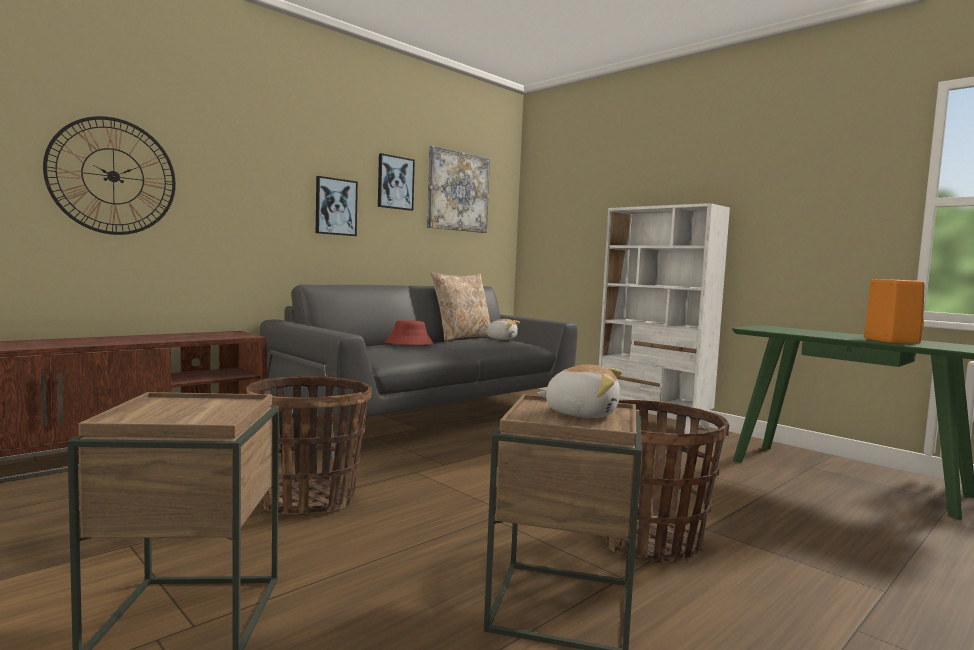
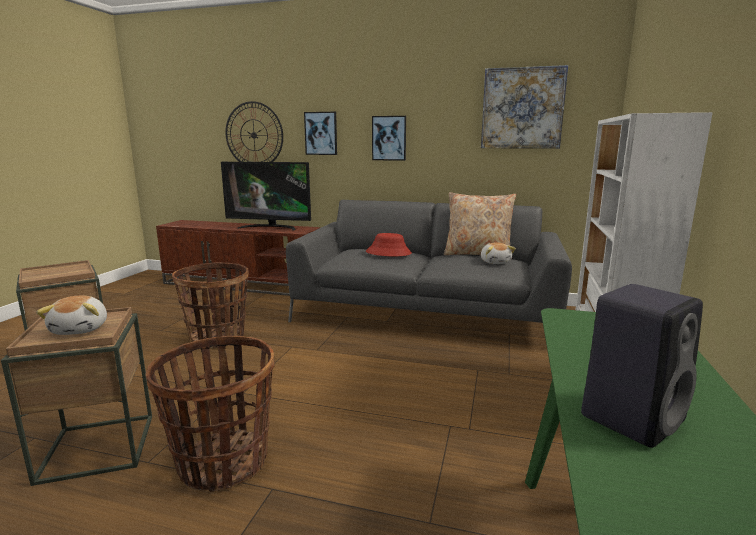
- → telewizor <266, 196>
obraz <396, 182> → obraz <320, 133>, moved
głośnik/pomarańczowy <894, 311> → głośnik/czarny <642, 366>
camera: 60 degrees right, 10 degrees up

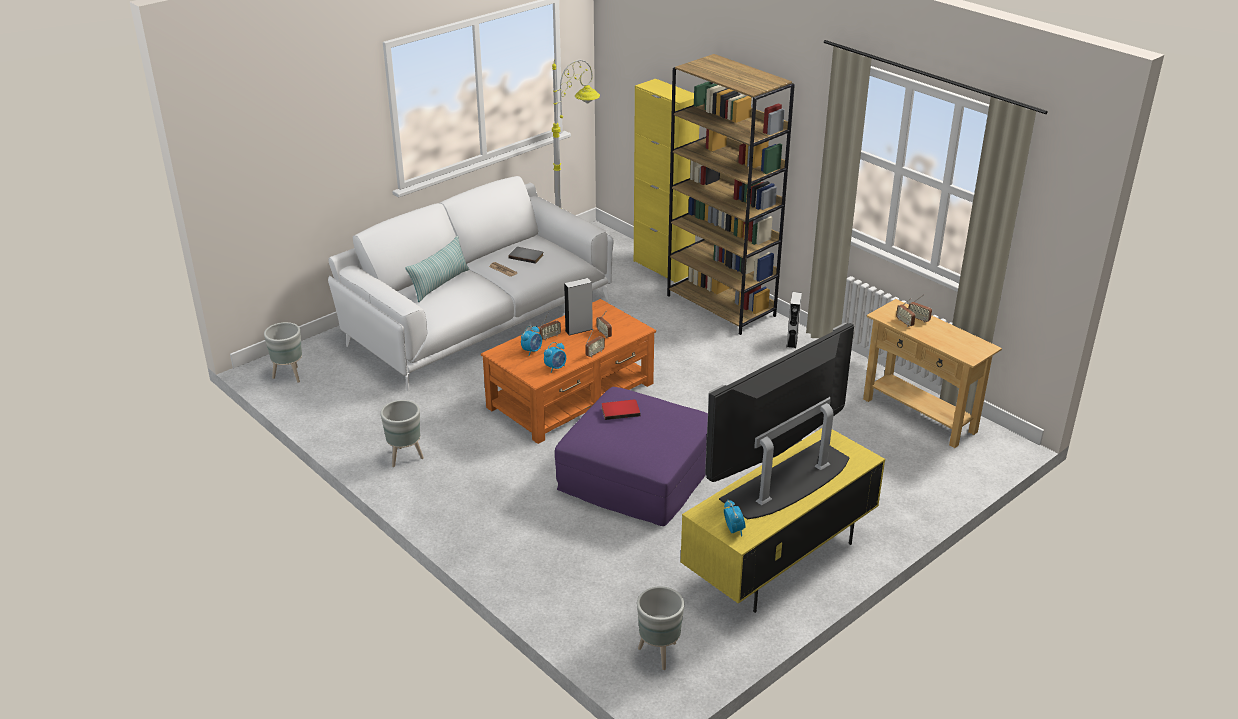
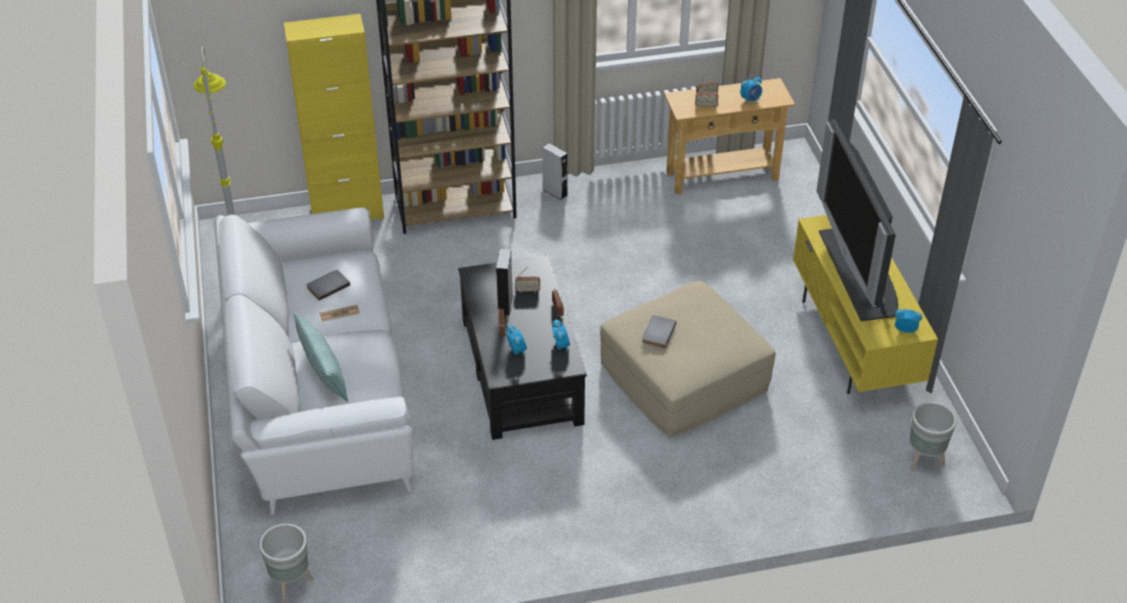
donica/szary <402, 433> → -
- → budzik <751, 90>
ława/pomarańczowy <568, 371> → ława/czarny <522, 347>
pufa/fioletowy <631, 456> → pufa/beżowy <688, 359>
książka/czerwony <620, 410> → książka/szary <659, 331>
camera: 60 degrees left, 10 degrees up

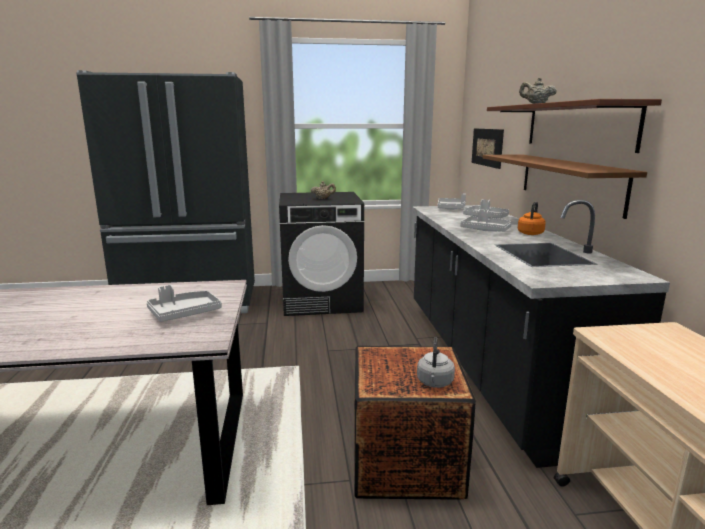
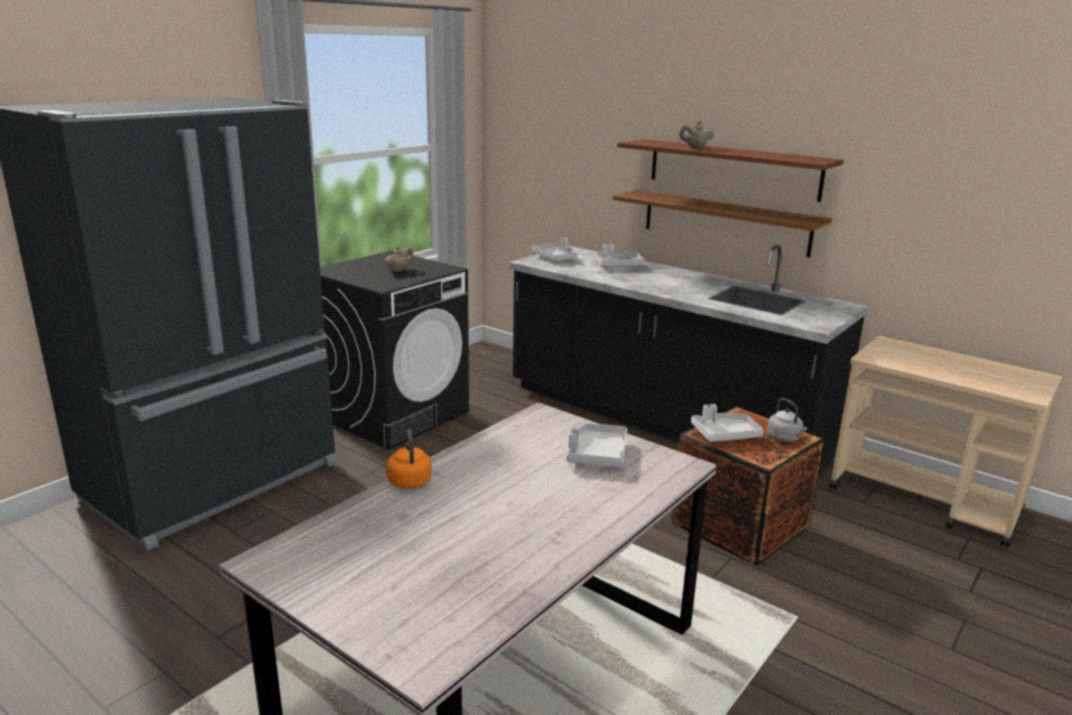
obraz <488, 149> → -
taca/szary <485, 220> → taca/szary <727, 423>, moved
czajnik/pomarańczowy <532, 218> → czajnik/pomarańczowy <409, 459>, moved
camera: 45 degrees left, 5 degrees up

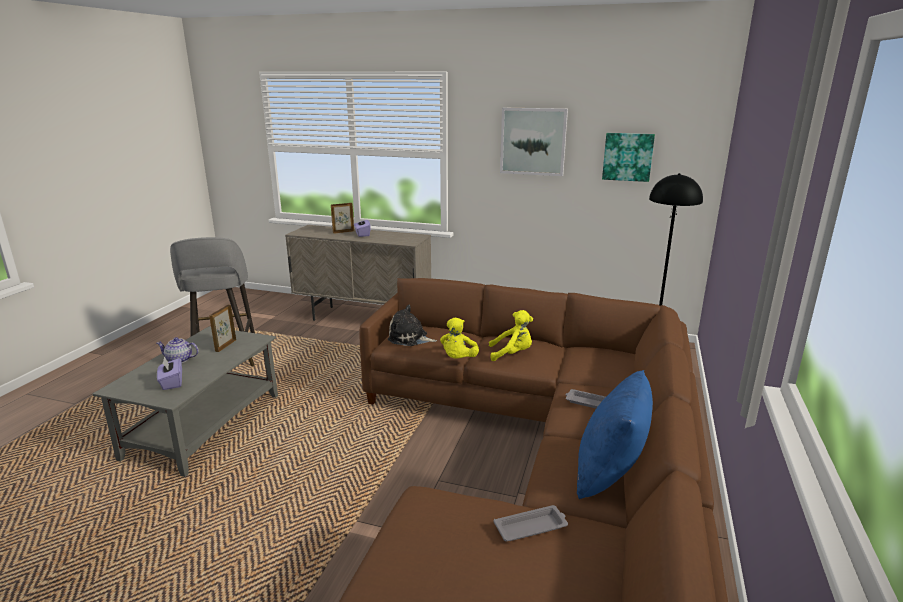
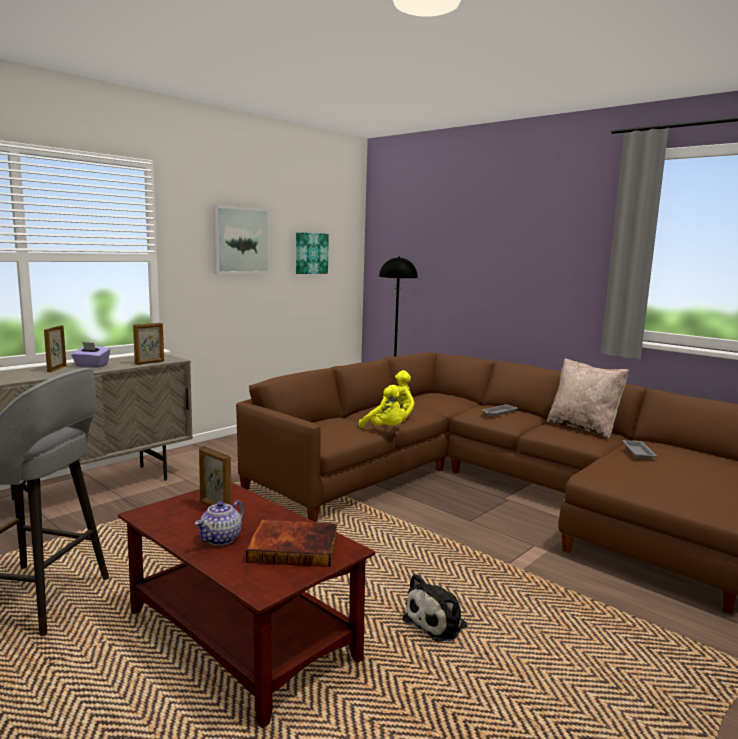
- → ramka na zdjęcie <148, 344>
pluszak <412, 325> → pluszak <435, 608>, moved
pudełko chusteczek/fioletowy <169, 373> → książka <291, 543>
ława/szary <185, 402> → ława/brązowy <246, 605>
poduszka/niebieski <615, 434> → poduszka/beżowy <588, 398>
camera: 65 degrees left, 10 degrees down

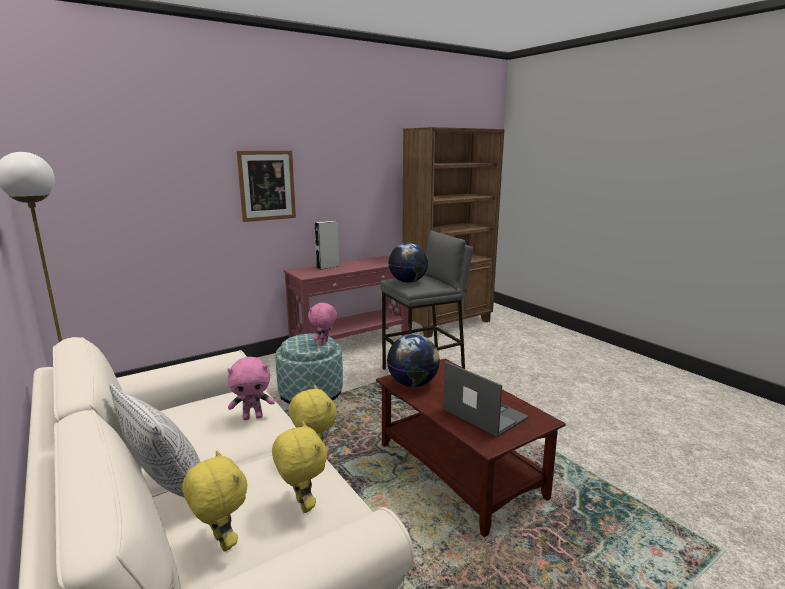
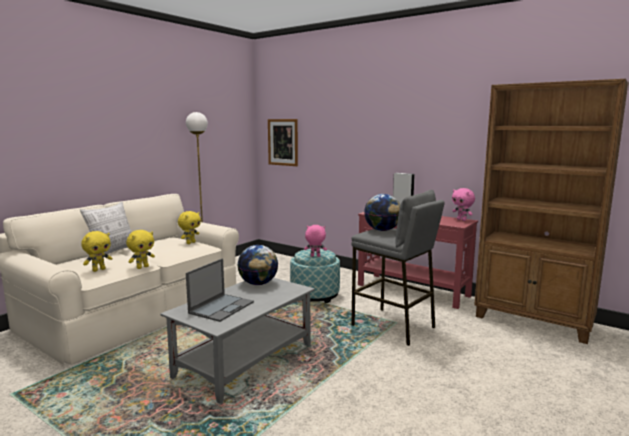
pluszak/żółty <214, 501> → pluszak/żółty <189, 227>, moved
pluszak/różowy <251, 388> → pluszak/różowy <463, 204>, moved
obraz <266, 186> → obraz <283, 142>, moved
ława/brązowy <471, 448> → ława/szary <237, 341>
camera: 70 degrees right, 5 degrees down

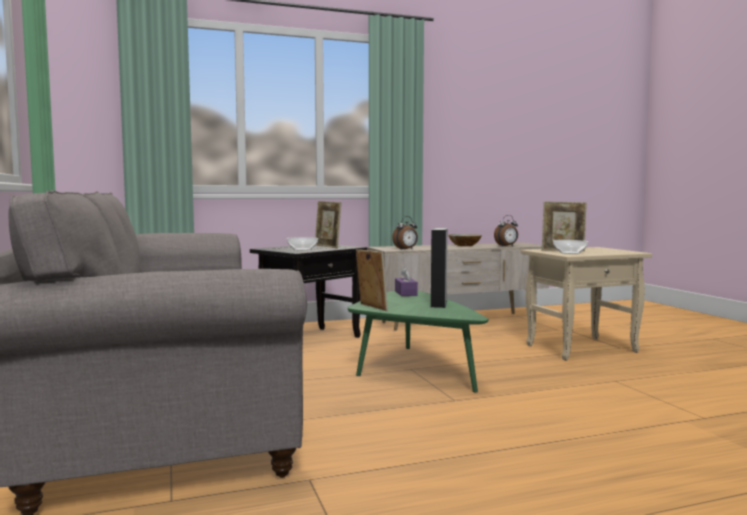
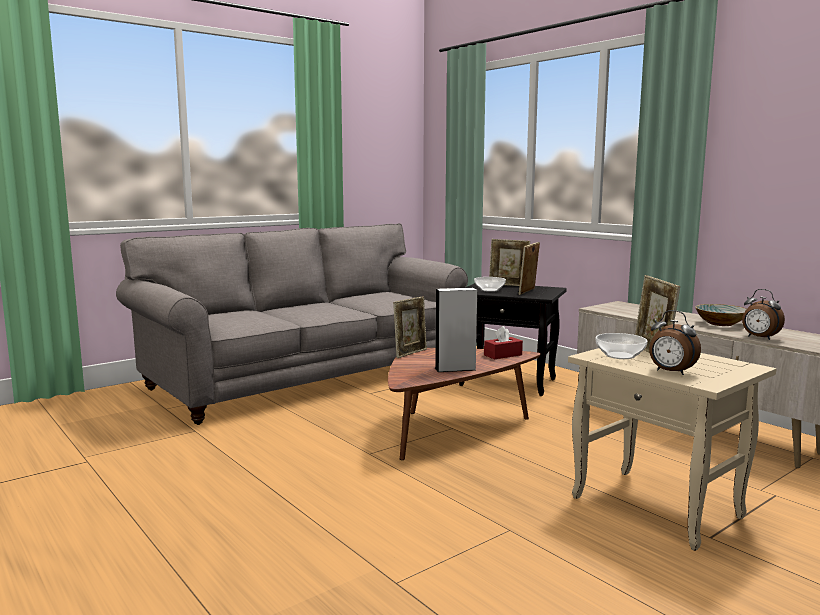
- → ramka na zdjęcie <509, 262>
budzik <405, 233> → budzik <675, 342>, moved
ława/zielony <418, 341> → ława/brązowy <464, 404>
pudełko chusteczek/fioletowy <406, 281> → pudełko chusteczek/czerwony <503, 342>
camera: 70 degrees right, 5 degrees up

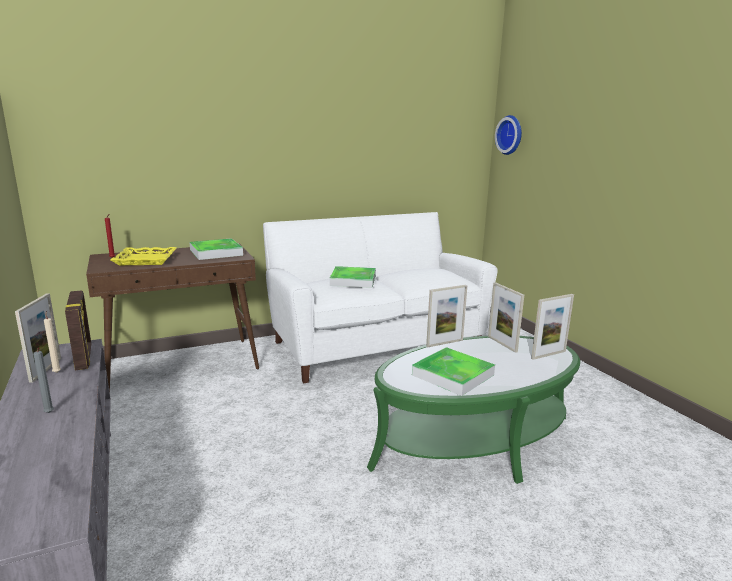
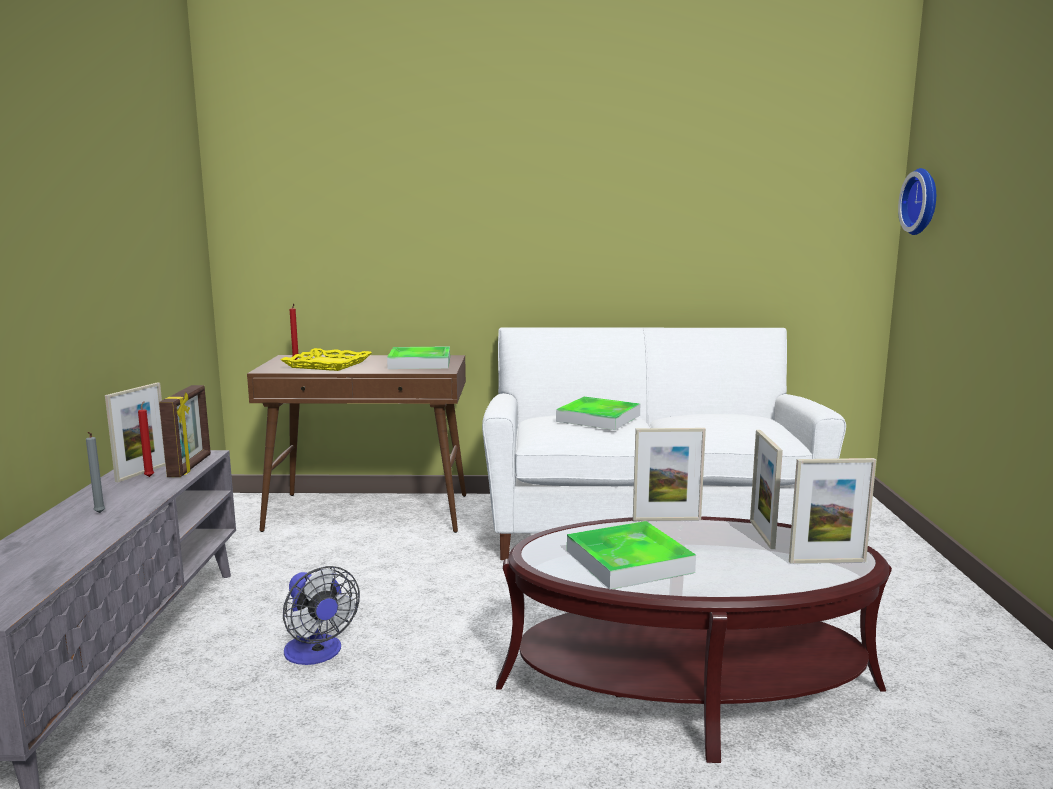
- → wentylator <321, 615>
świeca/beżowy <52, 342> → świeca/czerwony <146, 439>
ława/zielony <473, 410> → ława/brązowy <694, 639>
camera: 25 degrees right, 5 degrees down

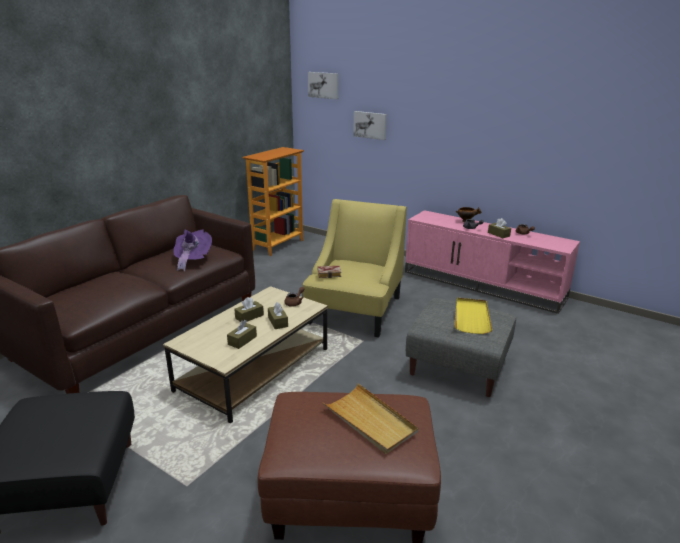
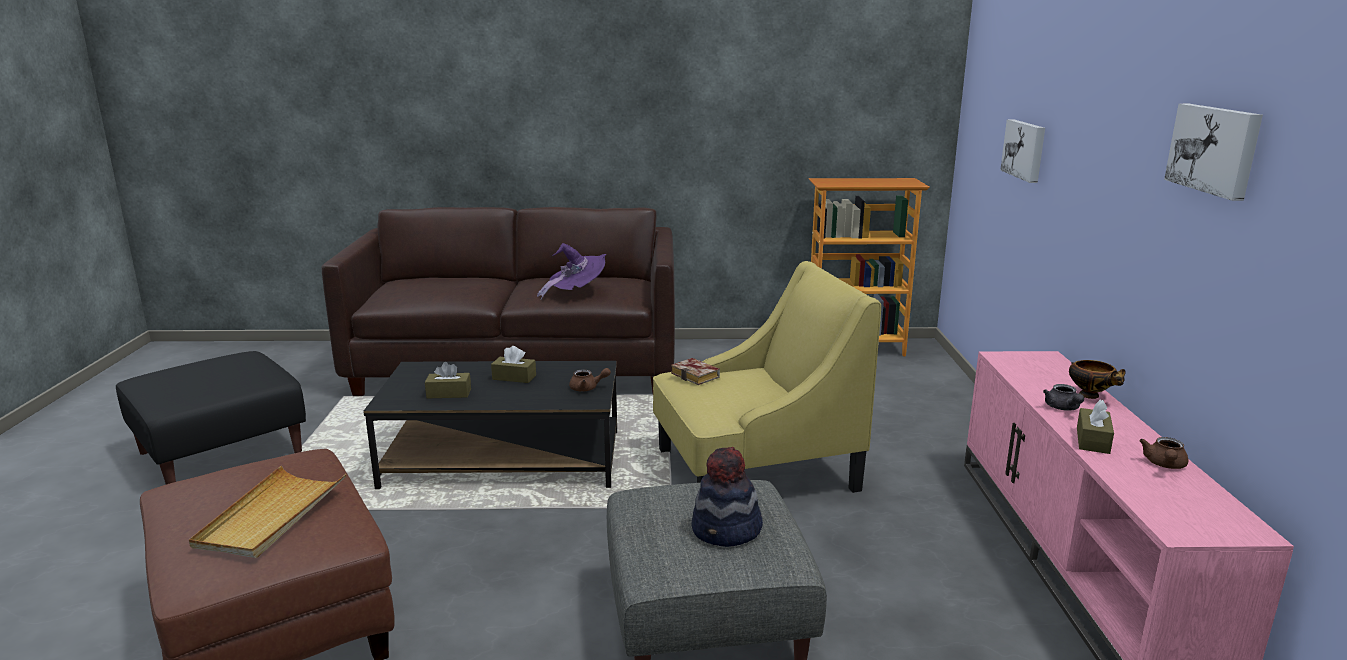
pudełko chusteczek/brązowy <278, 315> → -
obraz <323, 85> → obraz <1213, 152>, moved
taca/żółty <473, 316> → kapelusz <727, 497>
ława/beżowy <245, 355> → ława/czarny <490, 425>
camera: 55 degrees right, 5 degrees down

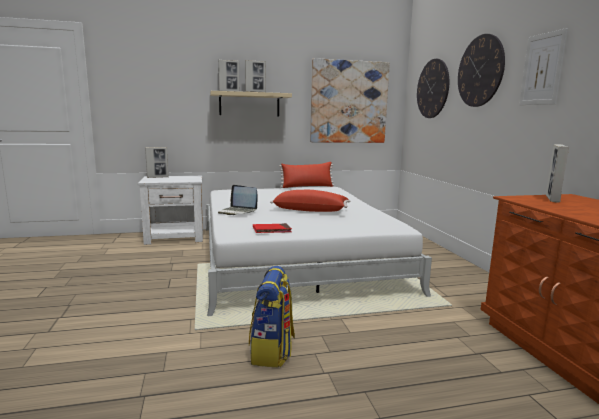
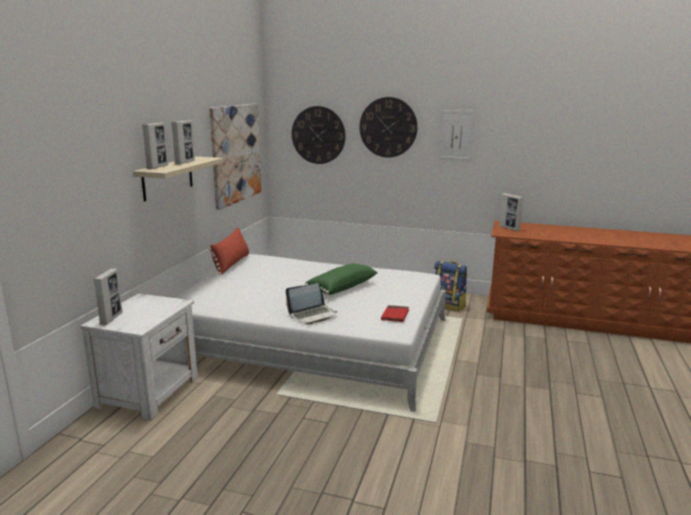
plecak <272, 316> → plecak <451, 286>, moved
poduszka/czerwony <310, 201> → poduszka/zielony <341, 279>
camera: 60 degrees left, 5 degrees up

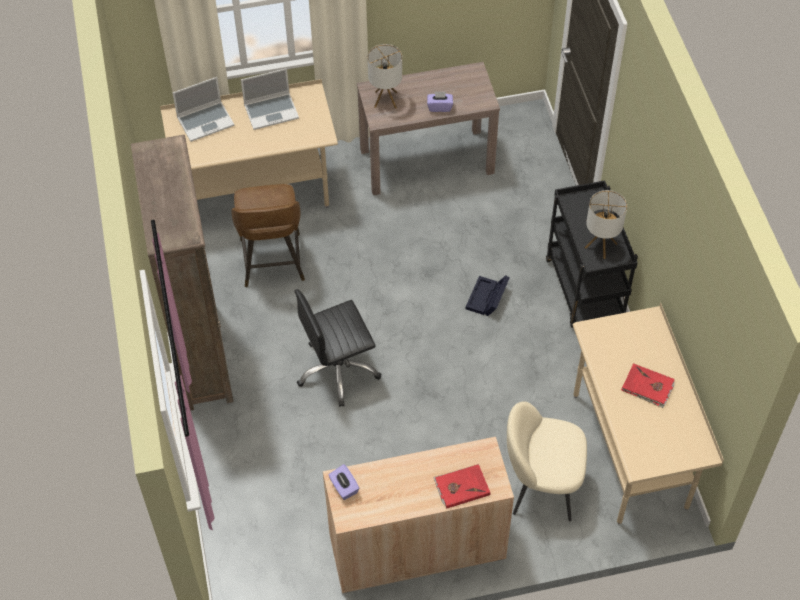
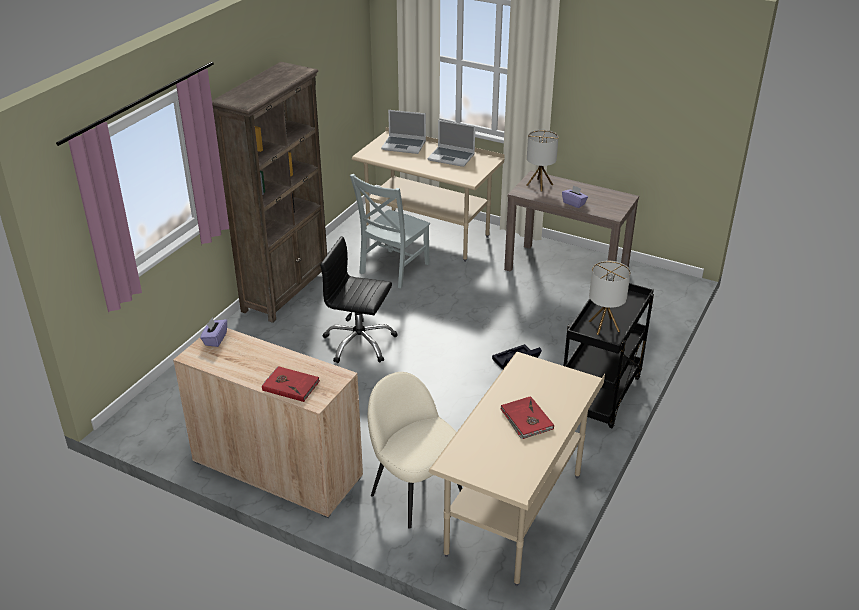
stołek/brązowy <268, 235> → krzesło/szary <390, 231>
camera: 40 degrees right, 20 degrees down

